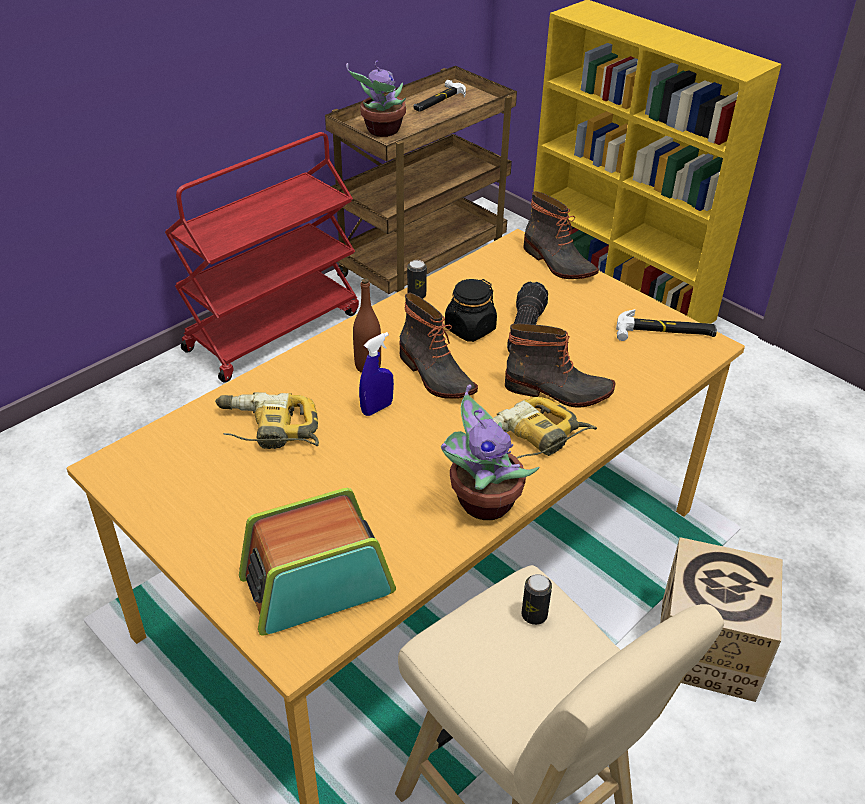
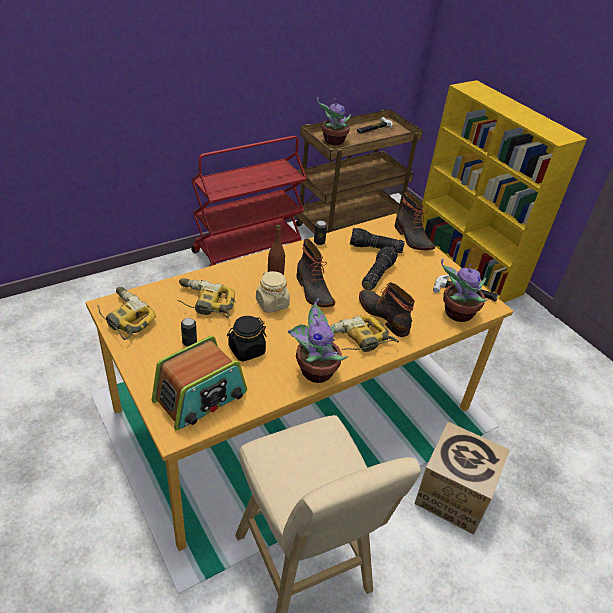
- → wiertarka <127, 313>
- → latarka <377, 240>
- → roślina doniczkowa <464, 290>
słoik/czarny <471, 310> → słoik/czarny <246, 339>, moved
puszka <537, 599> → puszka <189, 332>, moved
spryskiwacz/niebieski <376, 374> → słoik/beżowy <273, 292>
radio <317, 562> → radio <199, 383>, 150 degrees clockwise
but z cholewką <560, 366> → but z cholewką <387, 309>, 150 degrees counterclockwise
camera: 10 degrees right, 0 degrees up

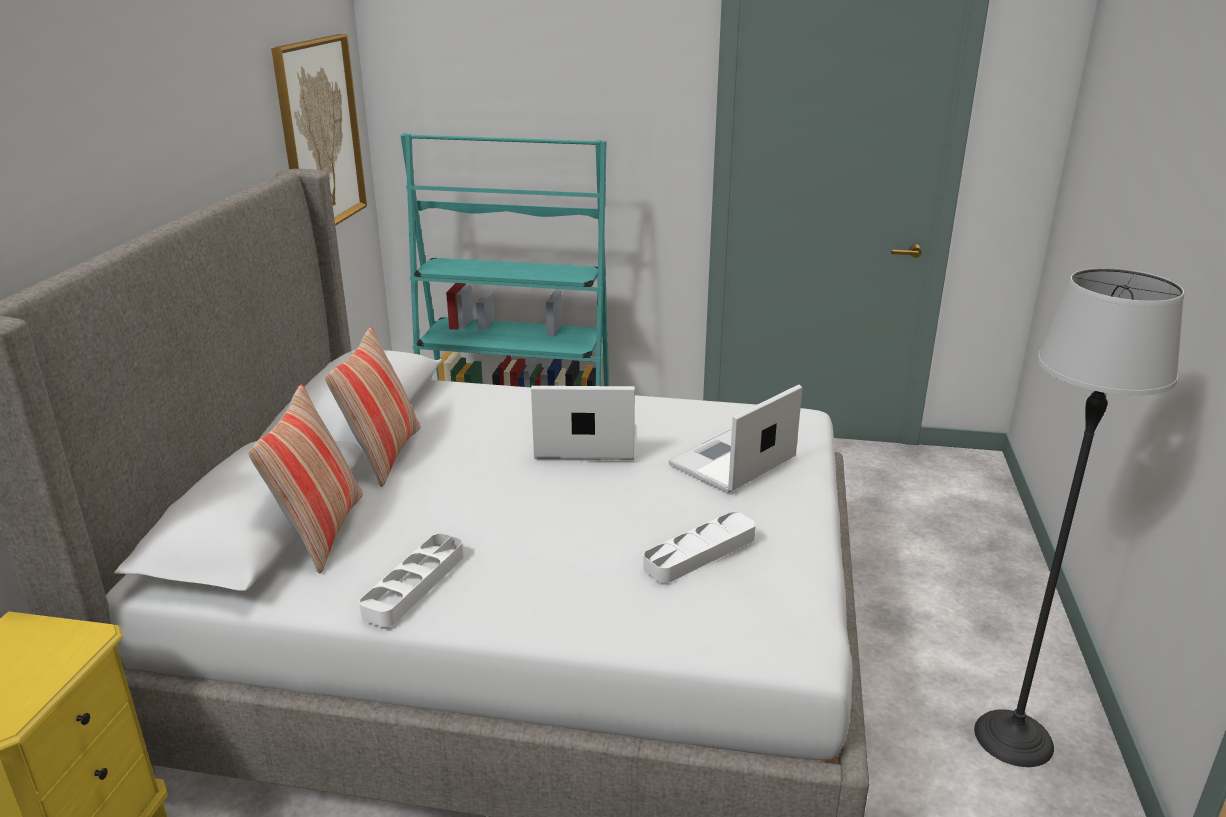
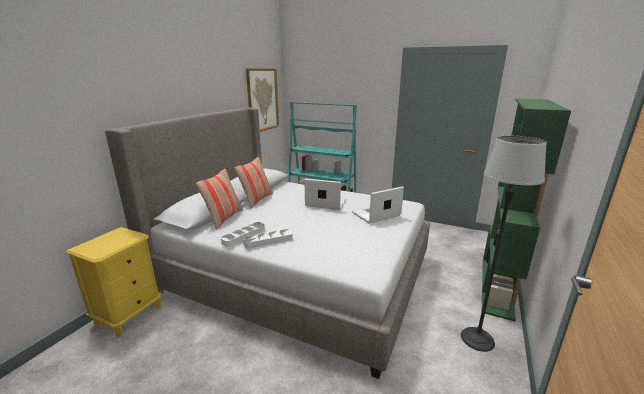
- → regał/zielony <526, 210>
taca/biały <699, 547> → taca/biały <268, 239>, moved
camera: 15 degrees right, 5 degrees down

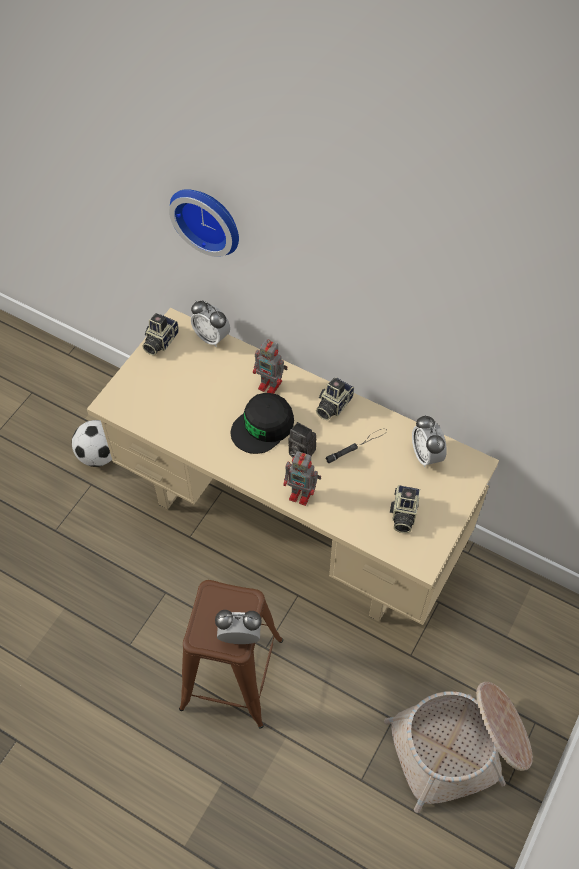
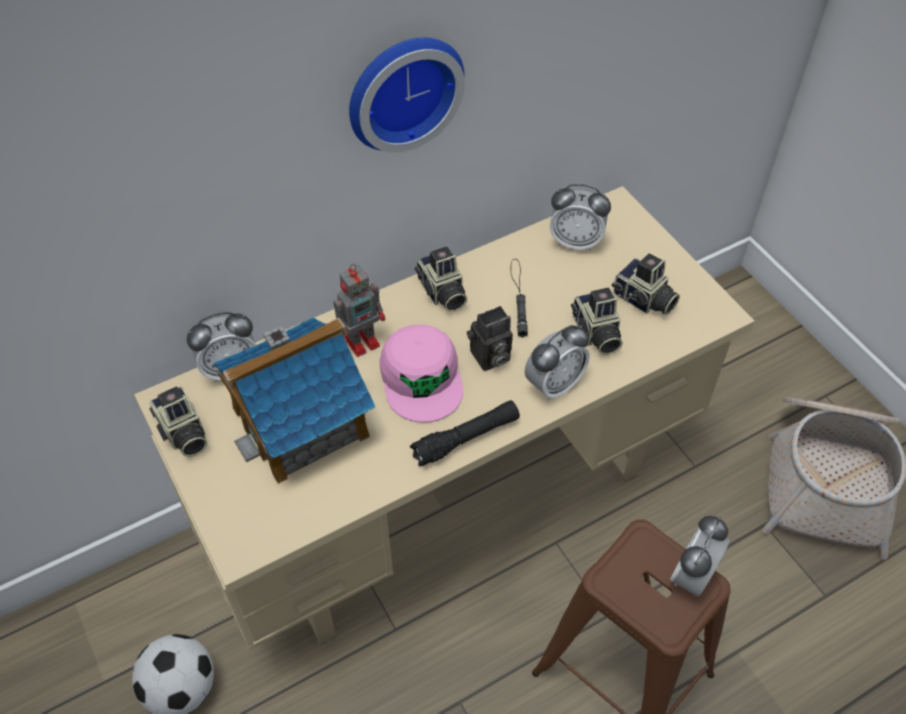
- → domek <295, 400>
- → latarka/czarny <465, 433>
- → aparat fotograficzny <597, 321>
zegar ścienny <204, 223> → zegar ścienny <407, 95>, moved
robot zabawkowy <302, 478> → budzik <557, 363>
czapka z daszkiem/czarny <262, 423> → czapka z daszkiem/różowy <421, 374>
camera: 60 degrees left, 5 degrees down

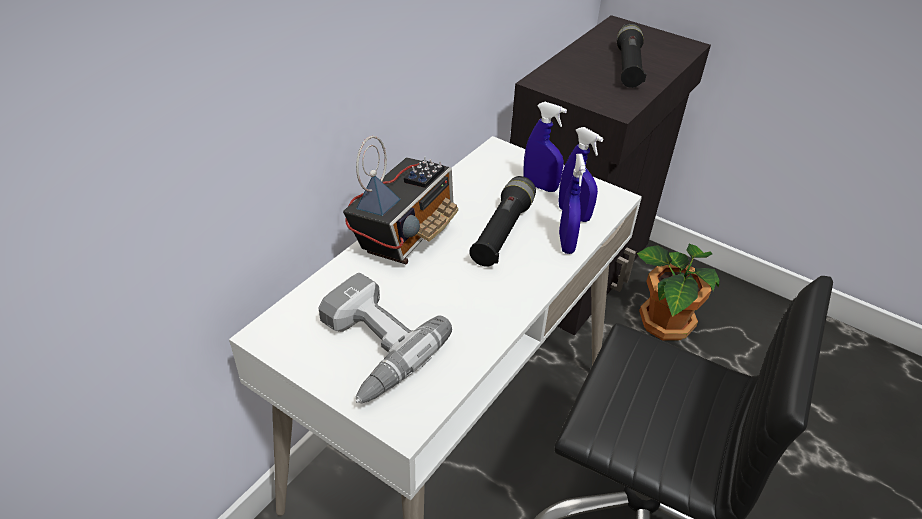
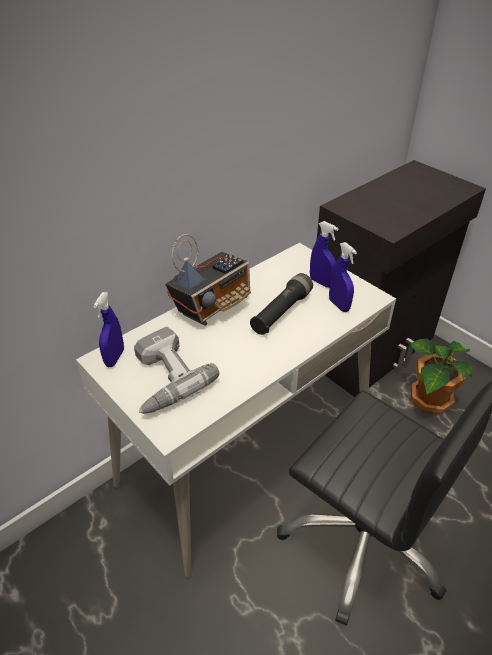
latarka/czarny <632, 55> → -
spryskiwacz/niebieski <572, 204> → spryskiwacz/niebieski <108, 329>, moved
camera: 15 degrees right, 0 degrees up

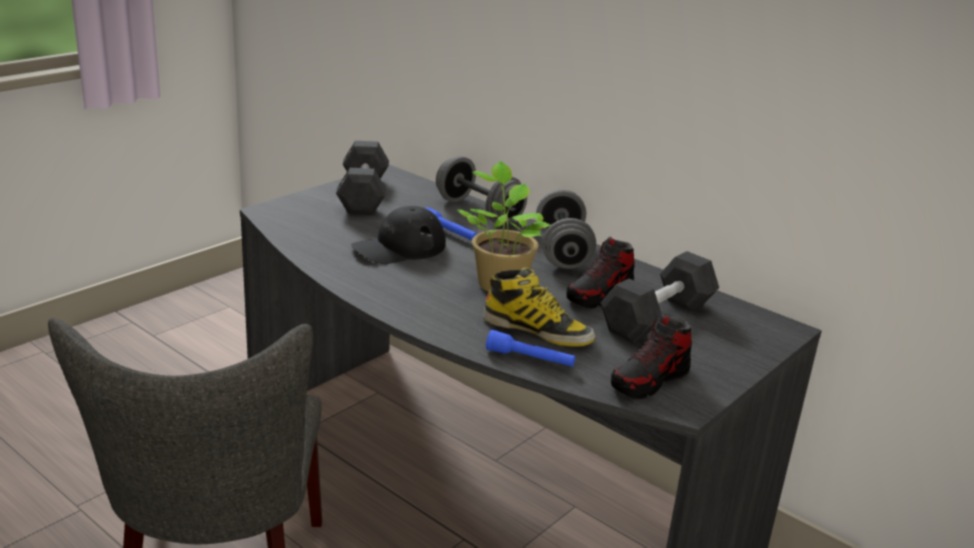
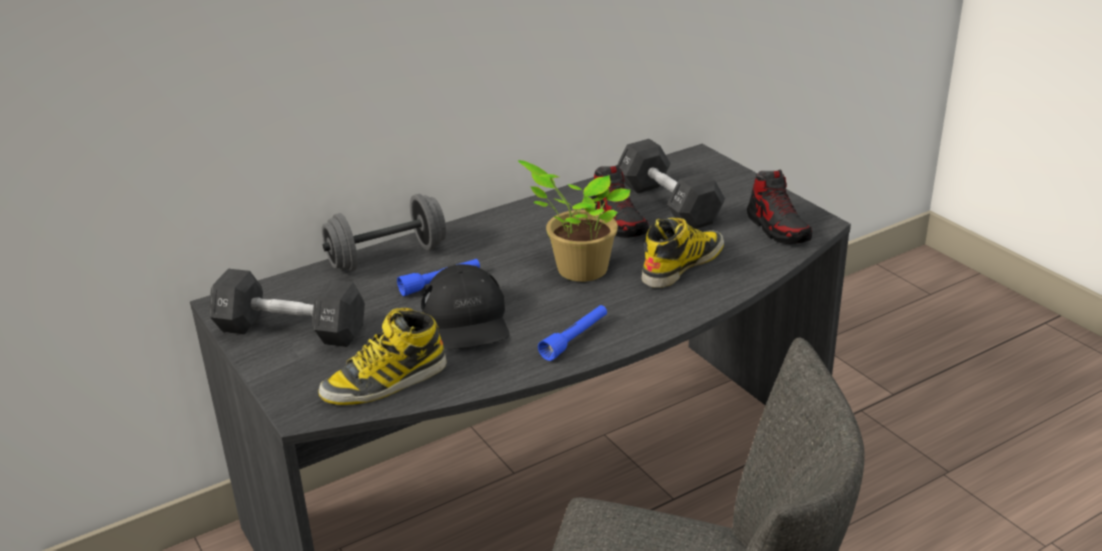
hantel/szary <566, 229> → -
- → but z cholewką <382, 356>
latarka/niebieski <530, 348> → latarka/niebieski <572, 333>, moved
camera: 70 degrees left, 5 degrees up

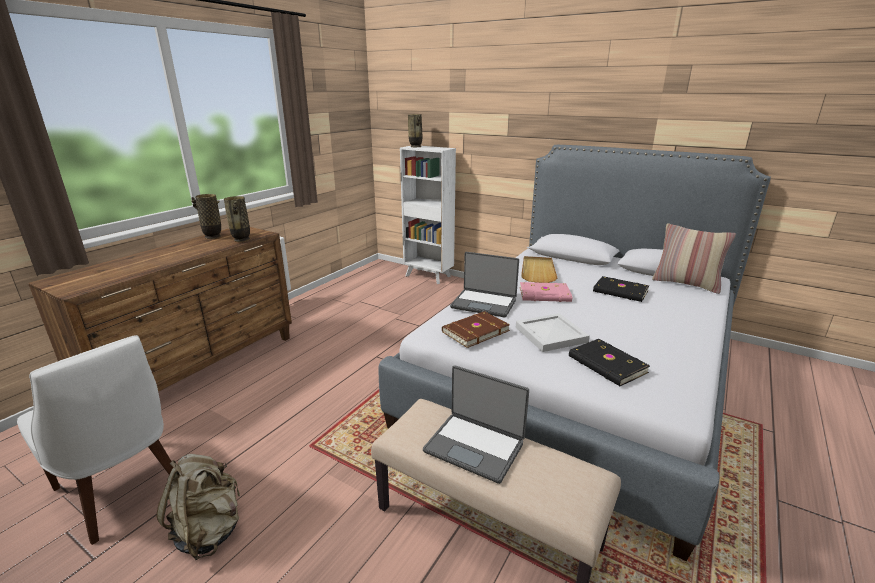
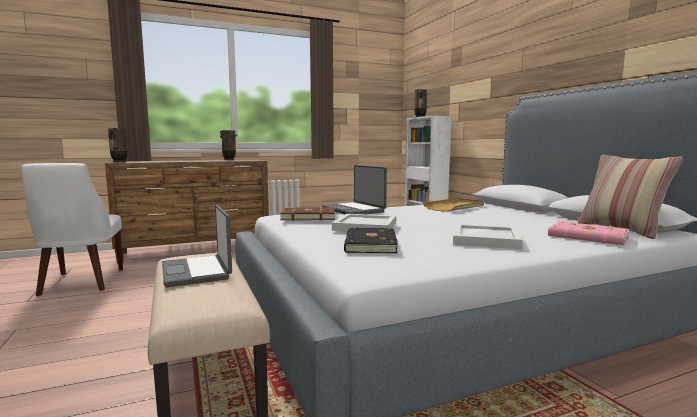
plecak/beżowy <198, 507> → -
książka/czarny <621, 289> → -
- → taca/biały <487, 236>
wazon <237, 219> → wazon <117, 145>, moved
książka/różowy <546, 292> → książka/różowy <588, 233>, moved
camera: 35 degrees right, 15 degrees down

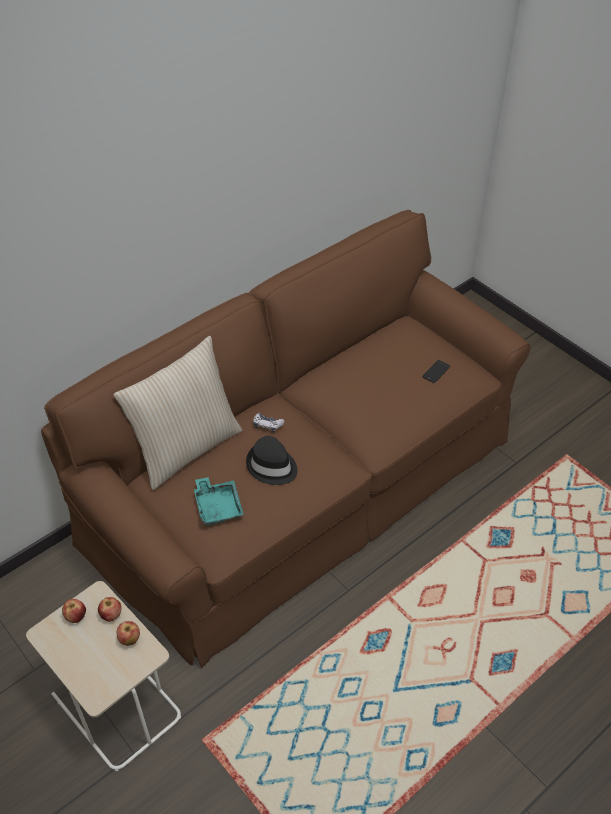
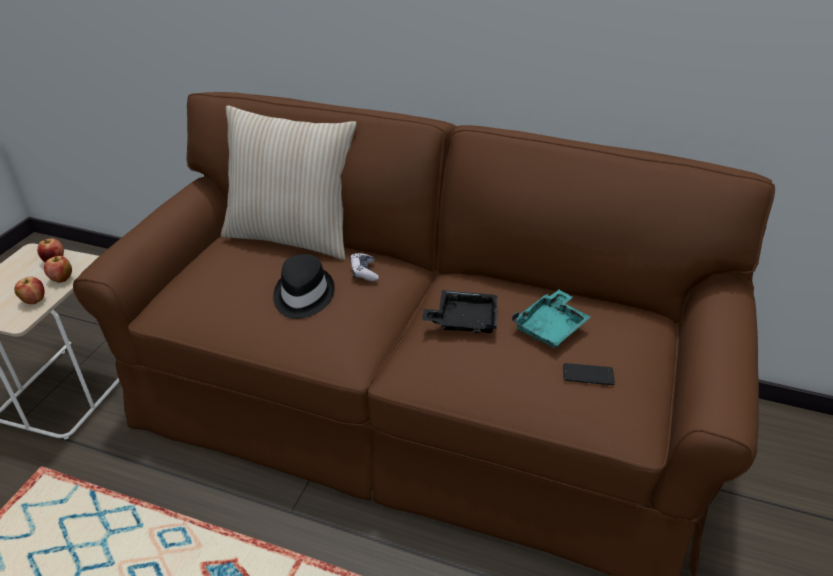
- → taca/czarny <460, 311>
taca/turkusowy <219, 501> → taca/turkusowy <551, 319>, moved
camera: 60 degrees right, 10 degrees down

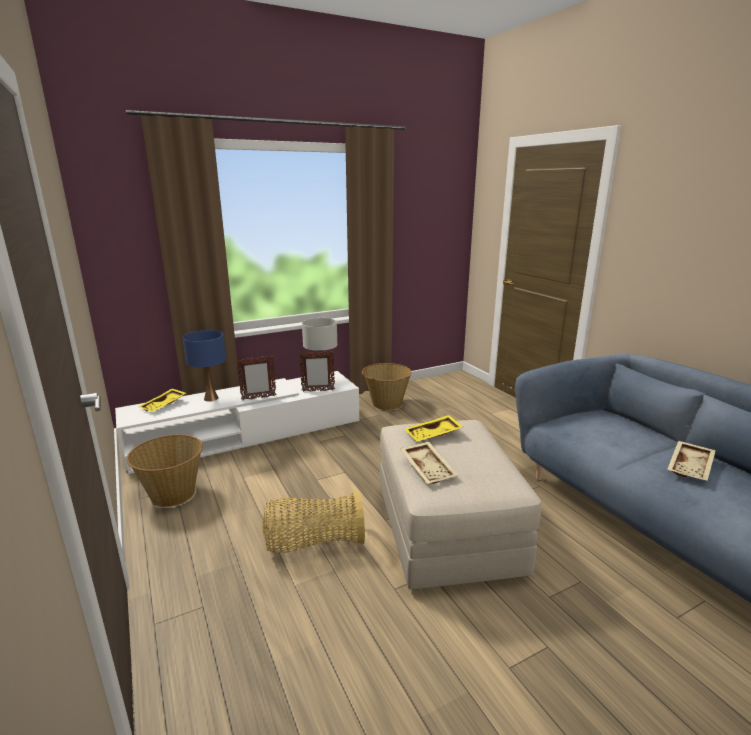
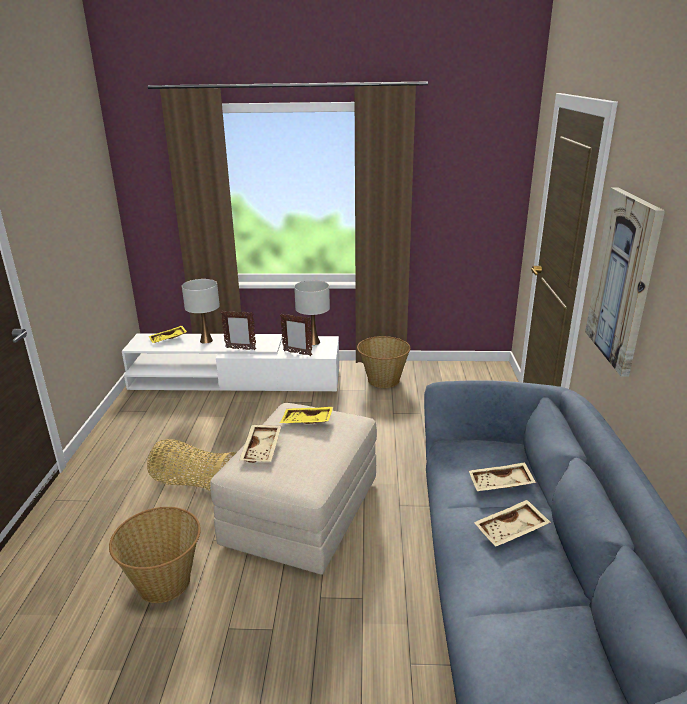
- → taca/beżowy <502, 476>
- → obraz <625, 282>
koszyk <164, 470> → koszyk <155, 555>, moved
lampa stołowa/niebieski <204, 366> → lampa stołowa/biały <201, 311>
camera: 30 degrees right, 5 degrees up

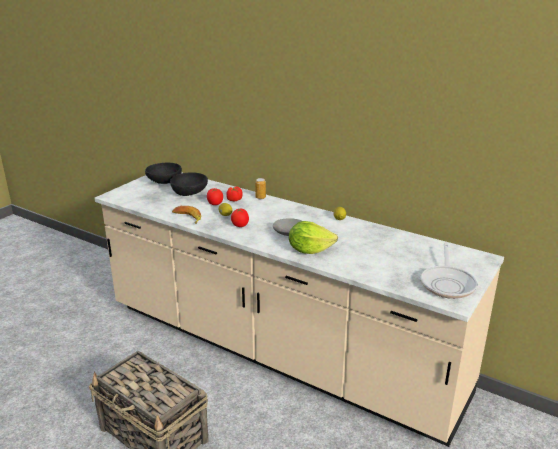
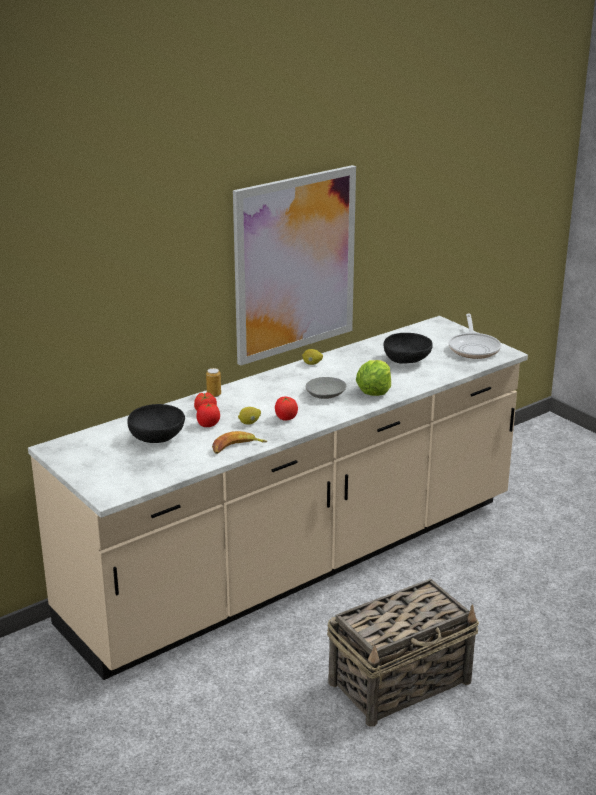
- → obraz <294, 265>
miska/czarny <163, 173> → miska/czarny <408, 348>, moved
patelnia <449, 271> → patelnia <475, 336>, 60 degrees clockwise
camera: 70 degrees left, 0 degrees up

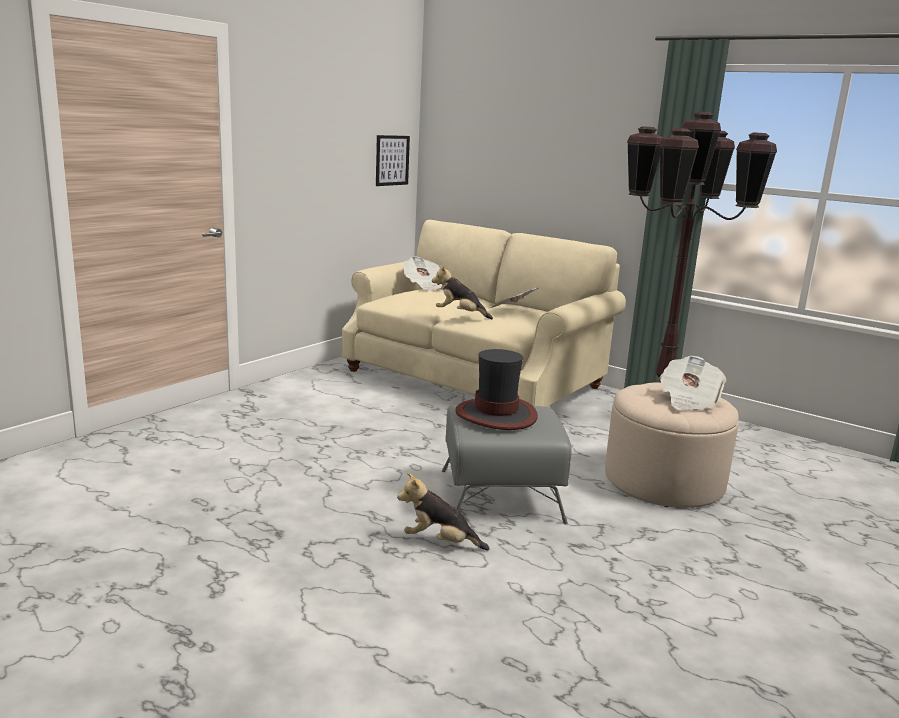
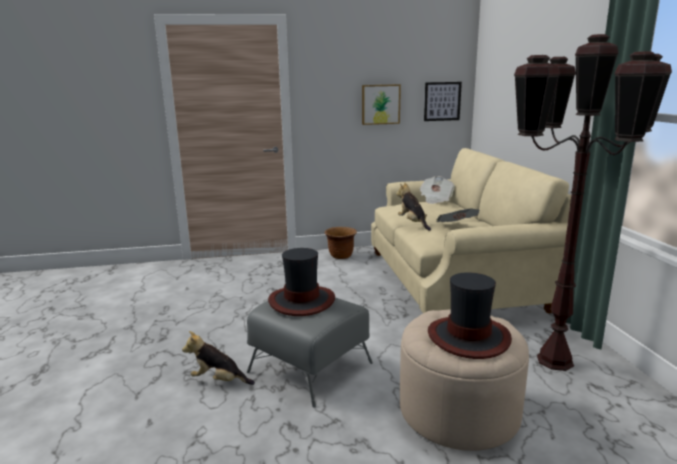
- → donica/brązowy <341, 243>
- → obraz <381, 104>
gazeta <693, 383> → kapelusz <470, 315>
pluszak <443, 511> → pluszak <218, 358>, 45 degrees counterclockwise
camera: 45 degrees right, 0 degrees up

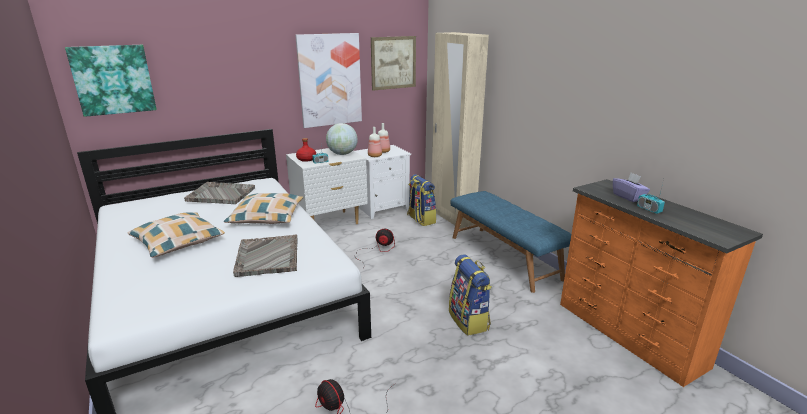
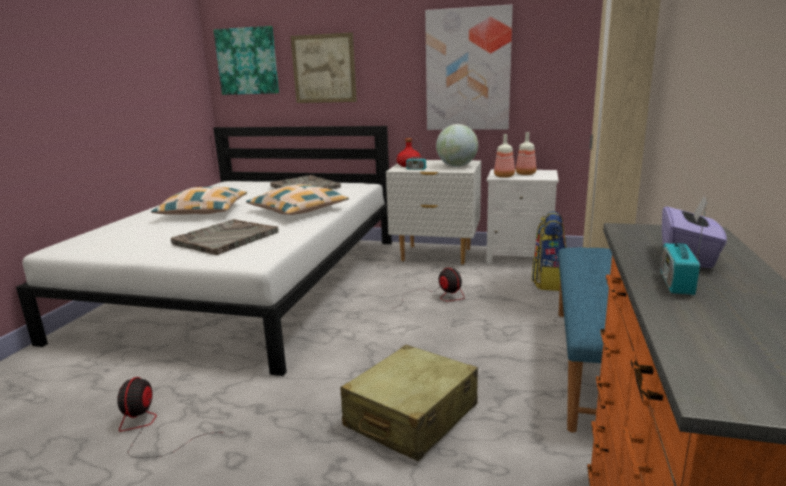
obraz <393, 63> → obraz <323, 67>, moved
plecak <470, 295> → walizka/beżowy <409, 403>
camera: 45 degrees right, 5 degrees down

